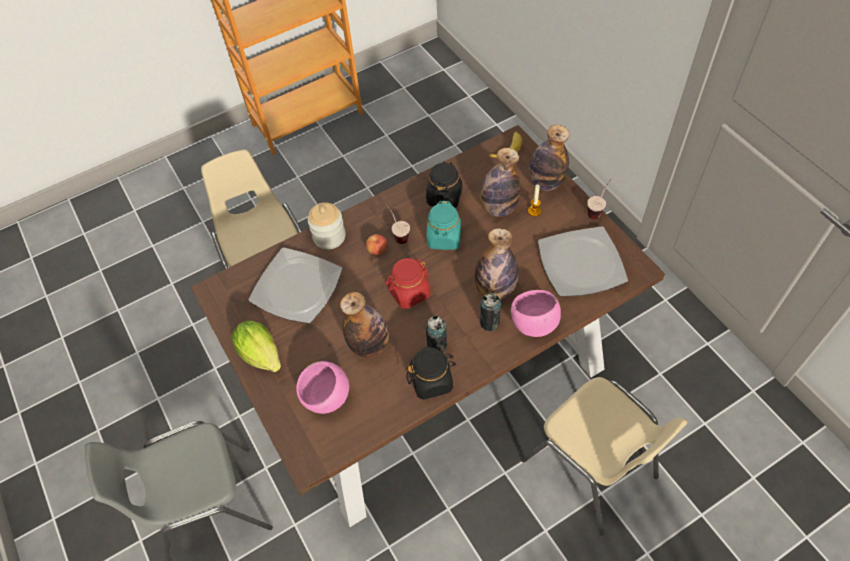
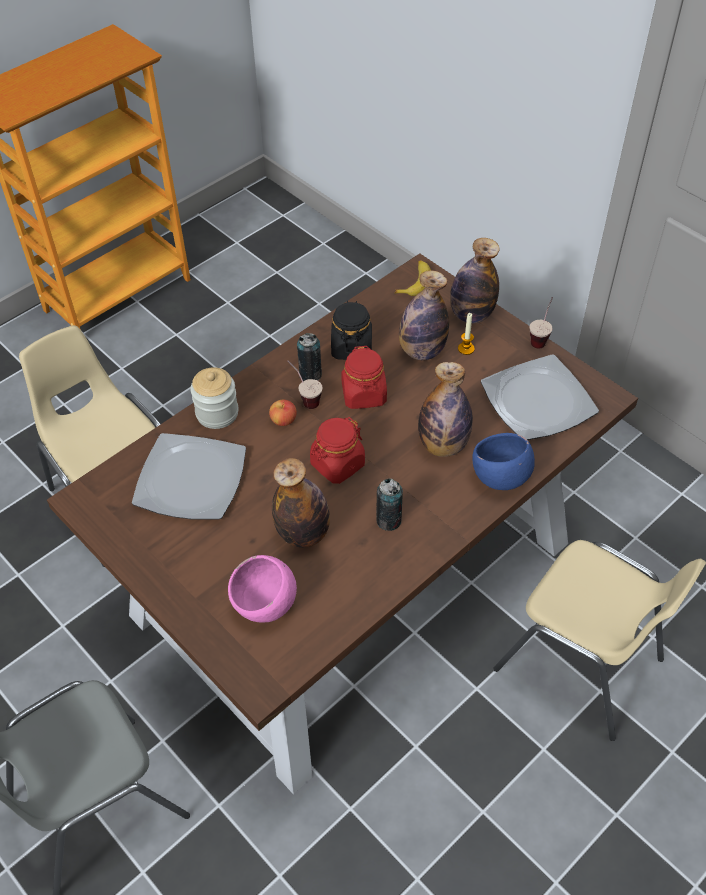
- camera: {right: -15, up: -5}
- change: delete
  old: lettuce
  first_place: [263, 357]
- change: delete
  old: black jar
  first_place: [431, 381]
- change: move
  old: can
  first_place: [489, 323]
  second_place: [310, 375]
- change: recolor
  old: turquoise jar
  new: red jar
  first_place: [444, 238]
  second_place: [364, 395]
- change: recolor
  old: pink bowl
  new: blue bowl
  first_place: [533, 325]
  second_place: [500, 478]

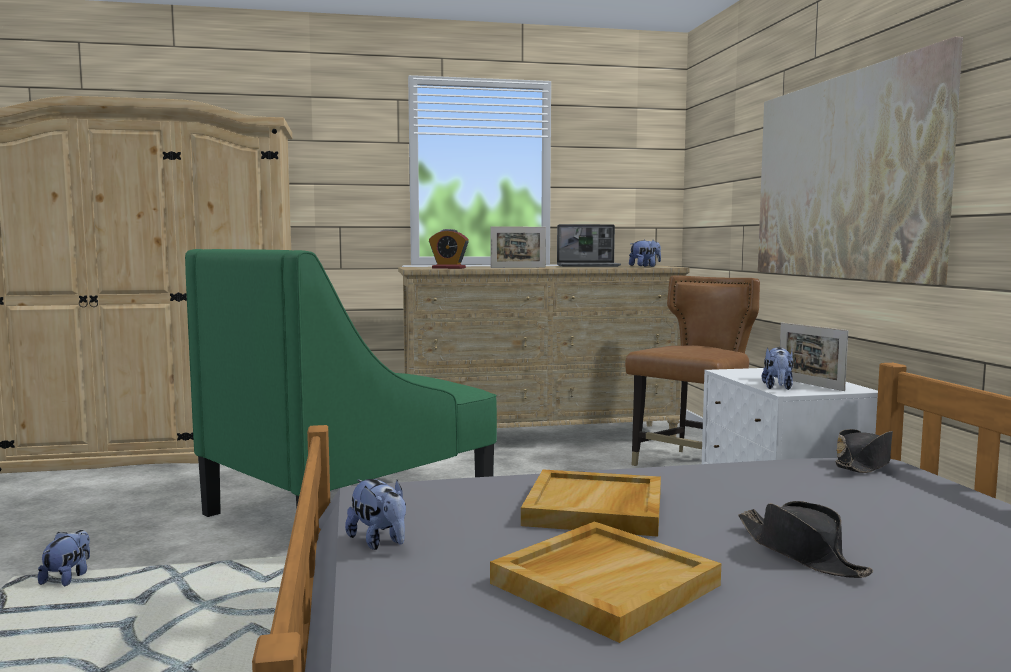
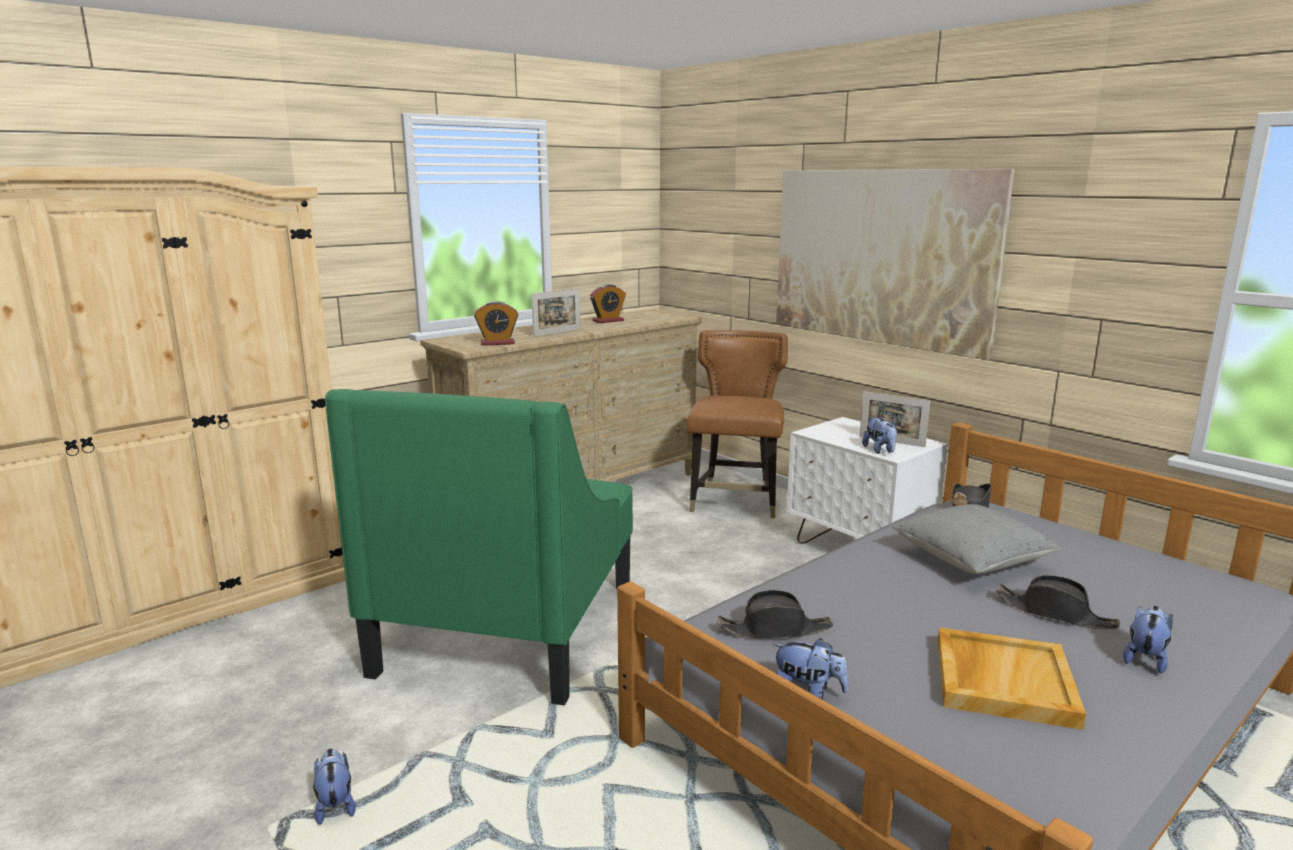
- camera: {right: -30, up: 10}
- change: delete
  old: beige tray
  first_place: [596, 509]
- change: insert
  new: black hat
  second_place: [775, 629]
- change: insert
  new: grey pillow
  second_place: [971, 560]
- change: move
  old: plush toy
  first_place: [645, 266]
  second_place: [1145, 659]
- change: replace
  old: laptop
  new: alarm clock
  first_place: [588, 266]
  second_place: [608, 321]

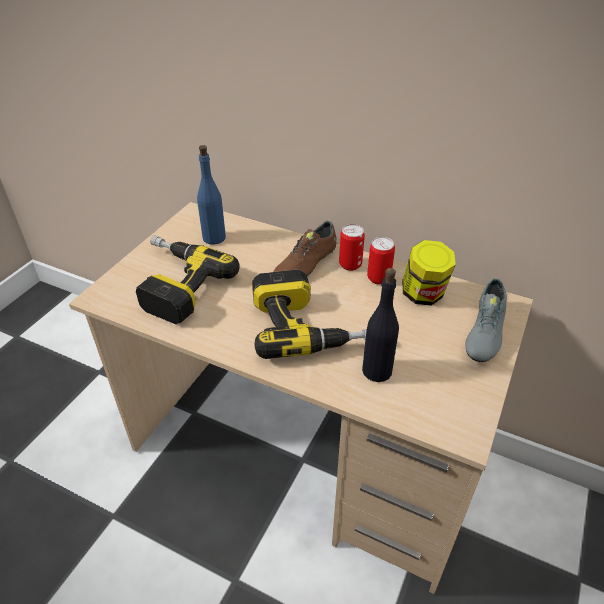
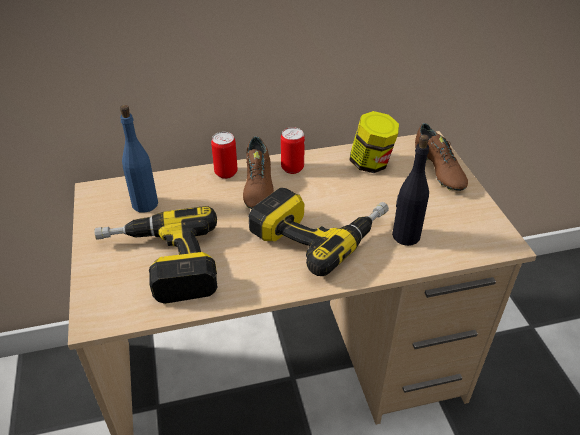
- camera: {right: -40, up: 0}
- change: move
  old: can
  first_place: [378, 278]
  second_place: [226, 173]
- change: recolor
  old: grey shoe
  new: brown shoe
  first_place: [483, 333]
  second_place: [438, 170]

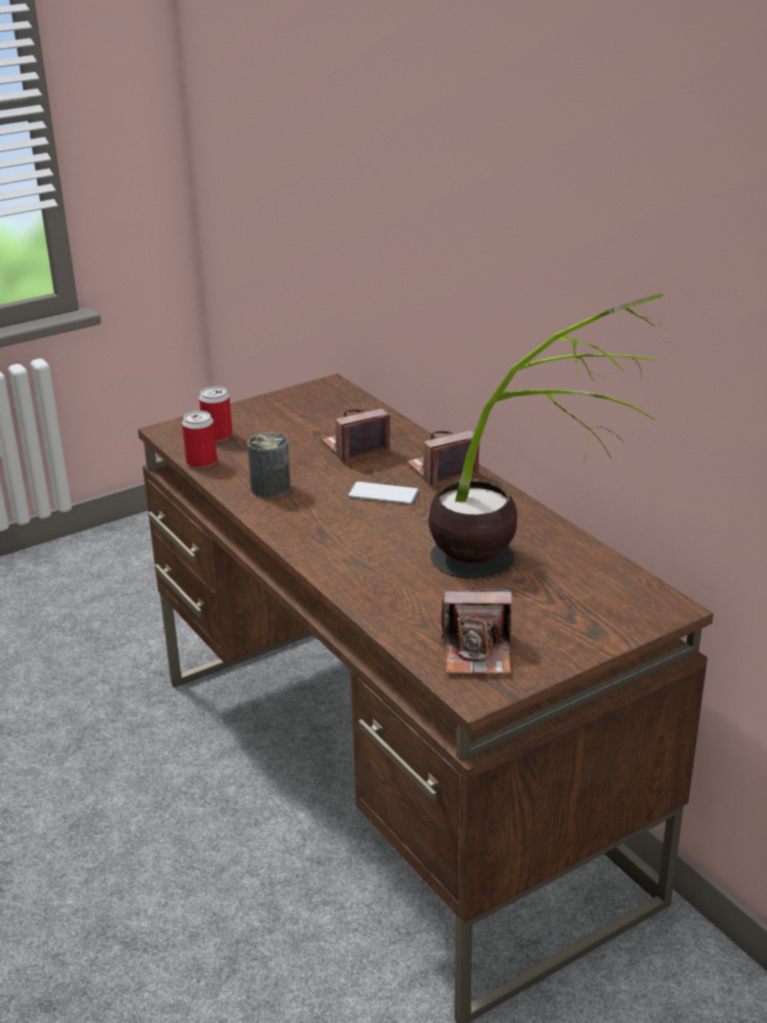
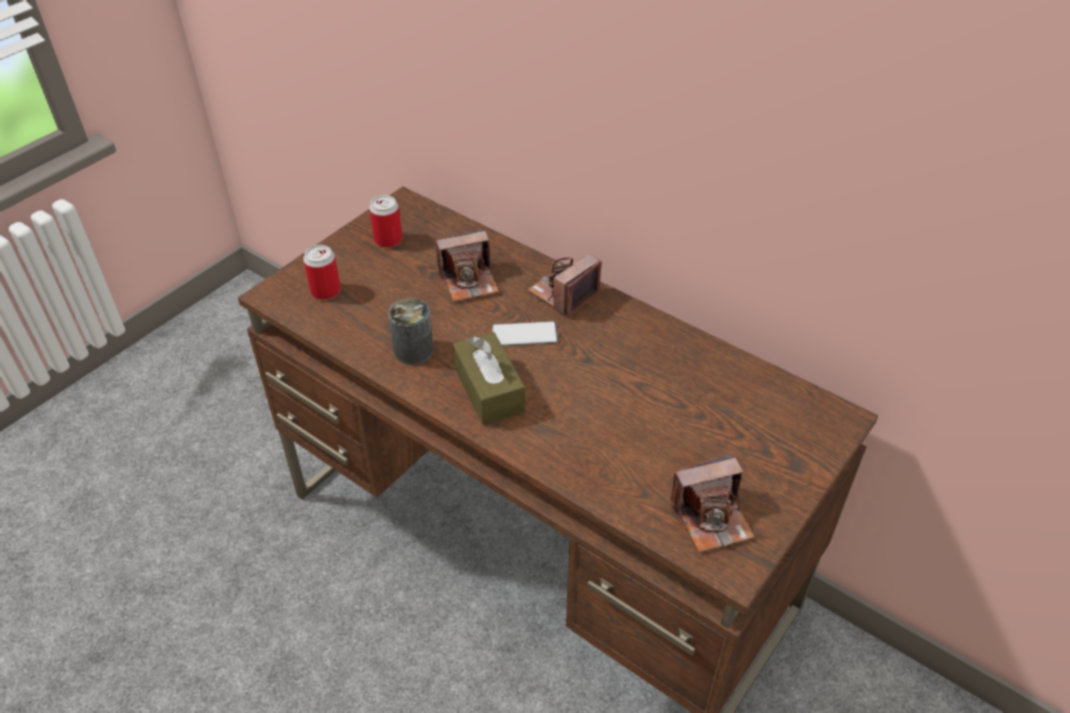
- camera: {right: -20, up: 15}
- change: delete
  old: potted plant
  first_place: [522, 565]
- change: insert
  new: brown tissue box
  second_place: [489, 390]
- change: move
  old: can
  first_place: [201, 462]
  second_place: [388, 240]
- change: rotate
  old: photo camera
  first_place: [355, 448]
  second_place: [469, 281]
  degrees: -150

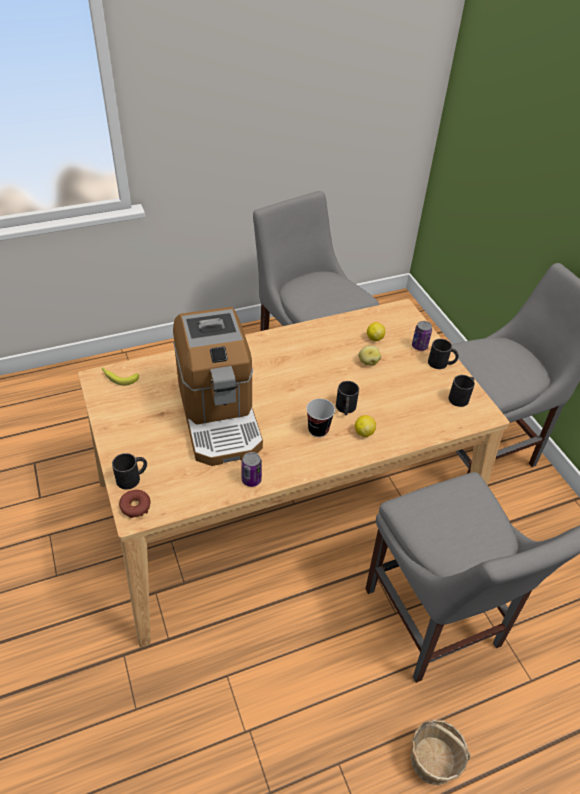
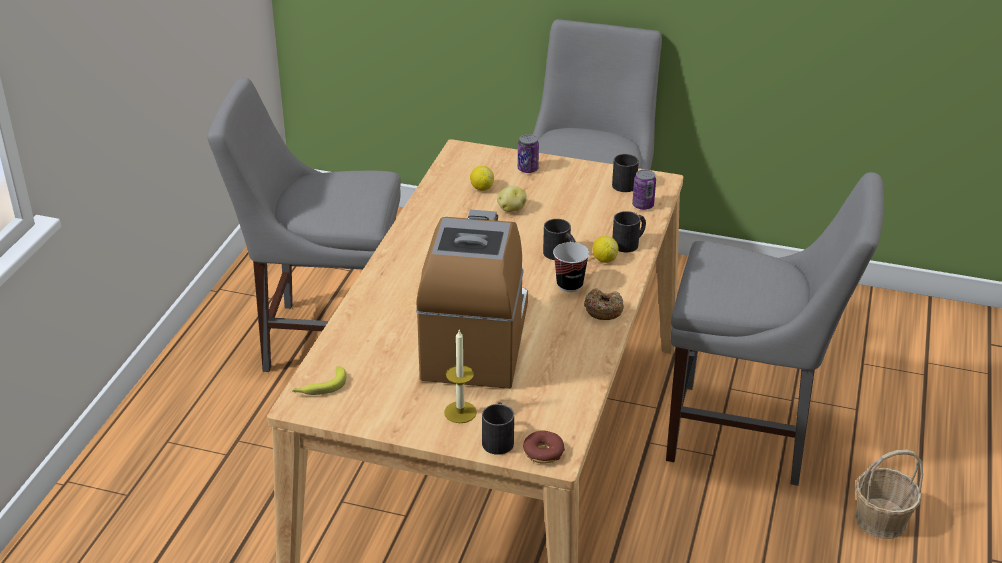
- camera: {right: -50, up: -10}
- change: insert
  new: candle
  second_place: [460, 412]
- change: insert
  new: donut
  second_place: [603, 310]
- change: move
  old: can
  first_place: [251, 480]
  second_place: [643, 205]
- change: move
  old: black mug
  first_place: [441, 363]
  second_place: [629, 243]
- change: rotate
  old: coffee machine
  first_place: [219, 416]
  second_place: [475, 340]
  degrees: -105

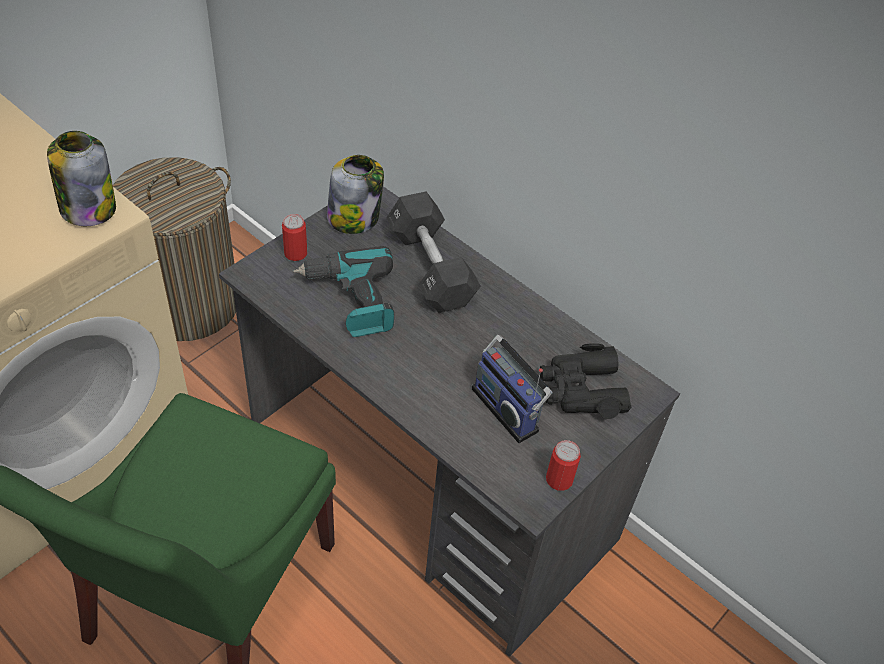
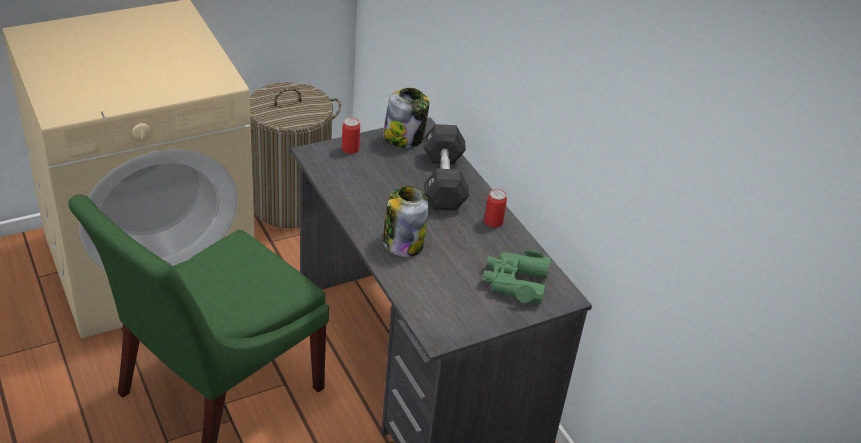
- camera: {right: 20, up: -10}
- change: delete
  old: power drill
  first_place: [351, 300]
- change: delete
  old: radio
  first_place: [508, 408]
- change: move
  old: jar
  first_place: [88, 208]
  second_place: [403, 243]
- change: move
  old: can
  first_place: [559, 479]
  second_place: [493, 222]
- change: recolor
  old: black binoculars
  new: green binoculars
  first_place: [581, 390]
  second_place: [515, 282]

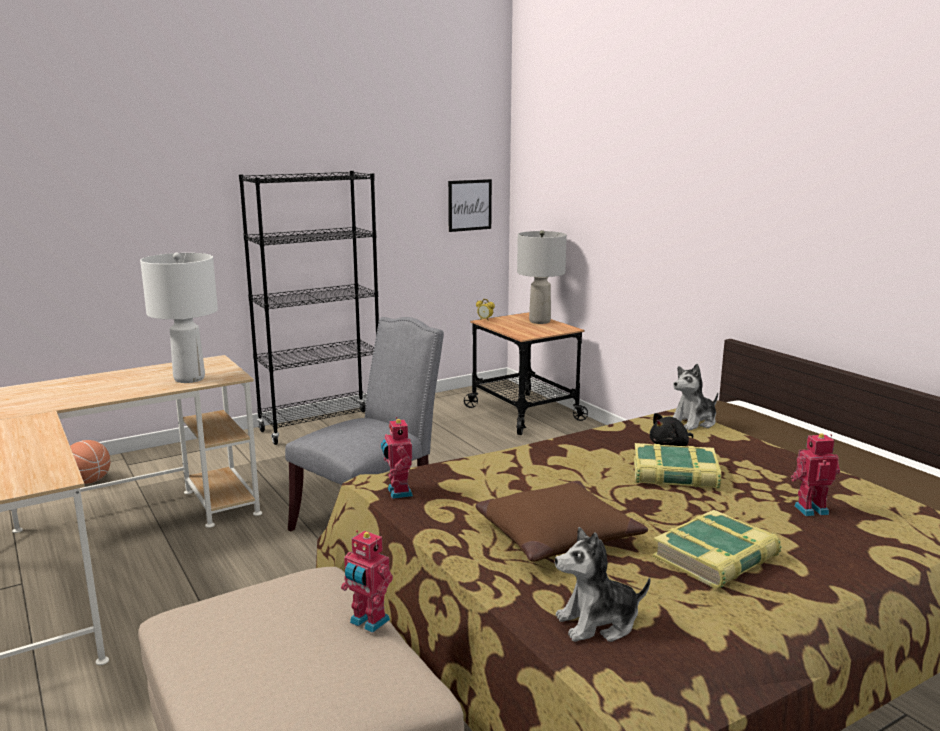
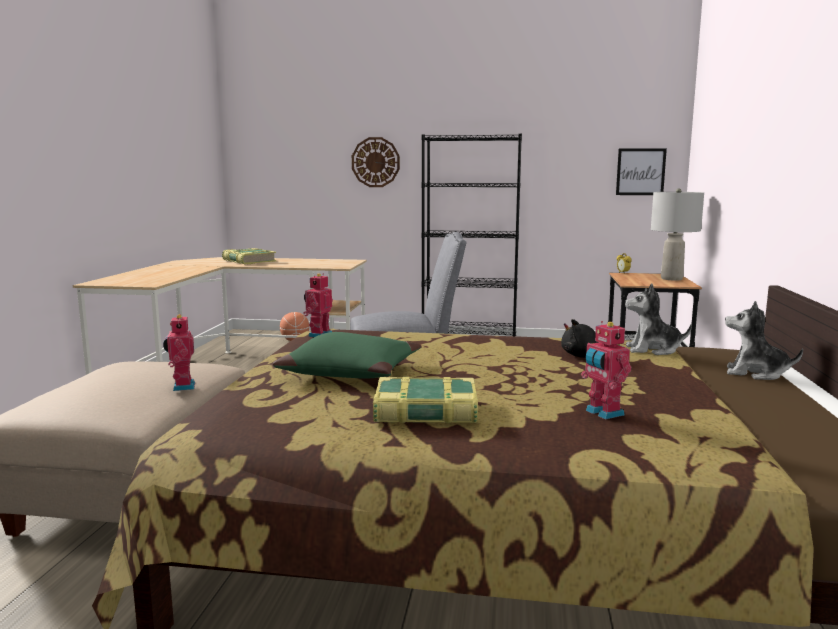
- camera: {right: 40, up: -5}
- change: delete
  old: white table lamp
  first_place: [189, 378]
- change: insert
  new: wall clock
  second_place: [375, 162]
- change: move
  old: plush toy
  first_place: [598, 623]
  second_place: [755, 373]
- change: move
  old: book
  first_place: [675, 475]
  second_place: [248, 261]
- change: recolor
  old: brown pillow
  new: green pillow
  first_place: [556, 535]
  second_place: [351, 372]
- change: rotate
  old: toy robot
  first_place: [810, 509]
  second_place: [603, 413]
  degrees: -150

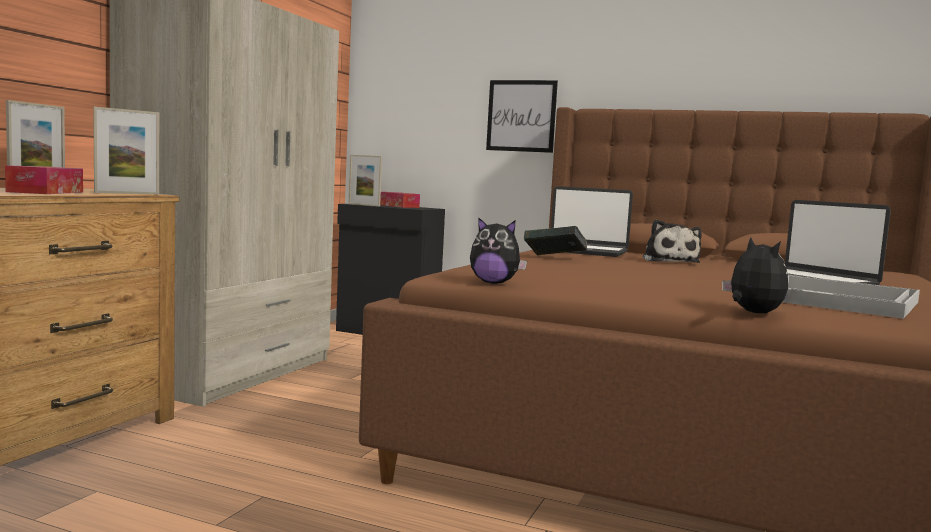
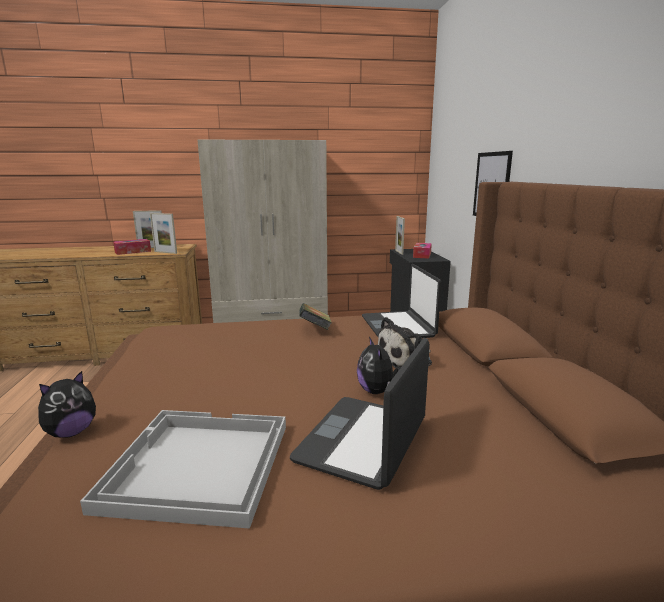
- camera: {right: 60, up: 10}
- change: move
  old: plush toy
  first_place: [494, 283]
  second_place: [377, 391]

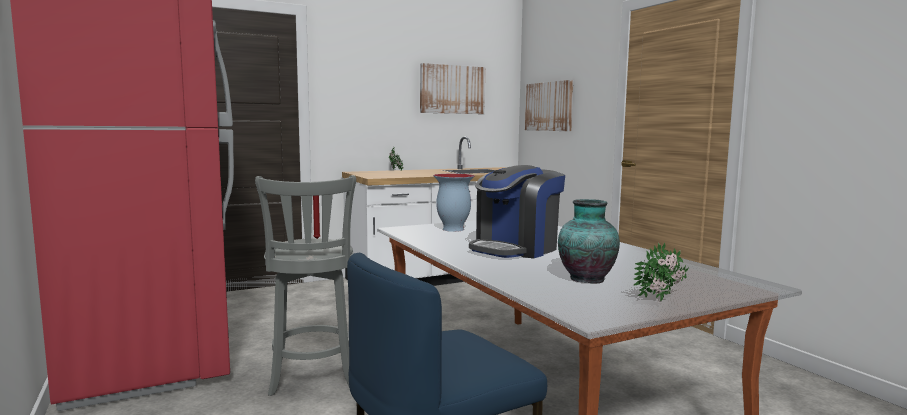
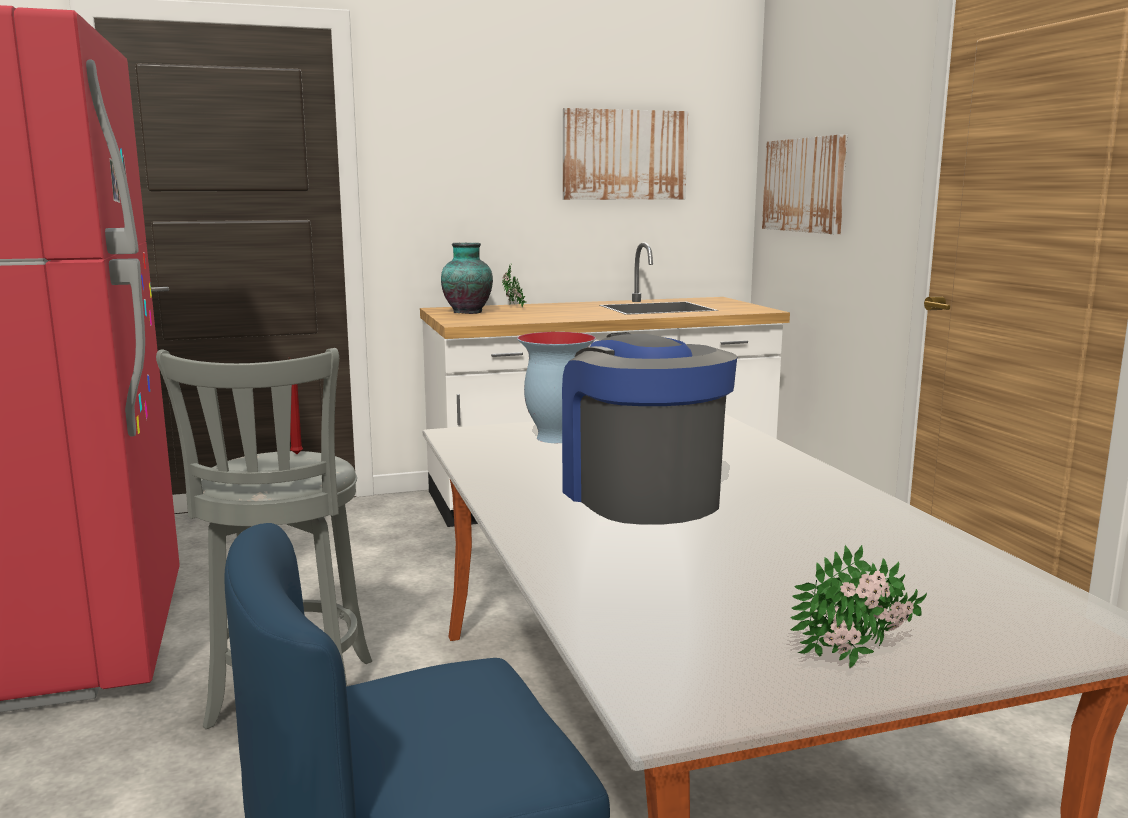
- camera: {right: 10, up: 5}
- change: move
  old: vase
  first_place: [586, 279]
  second_place: [467, 312]
- change: rotate
  old: coffee machine
  first_place: [515, 249]
  second_place: [640, 495]
  degrees: 105

